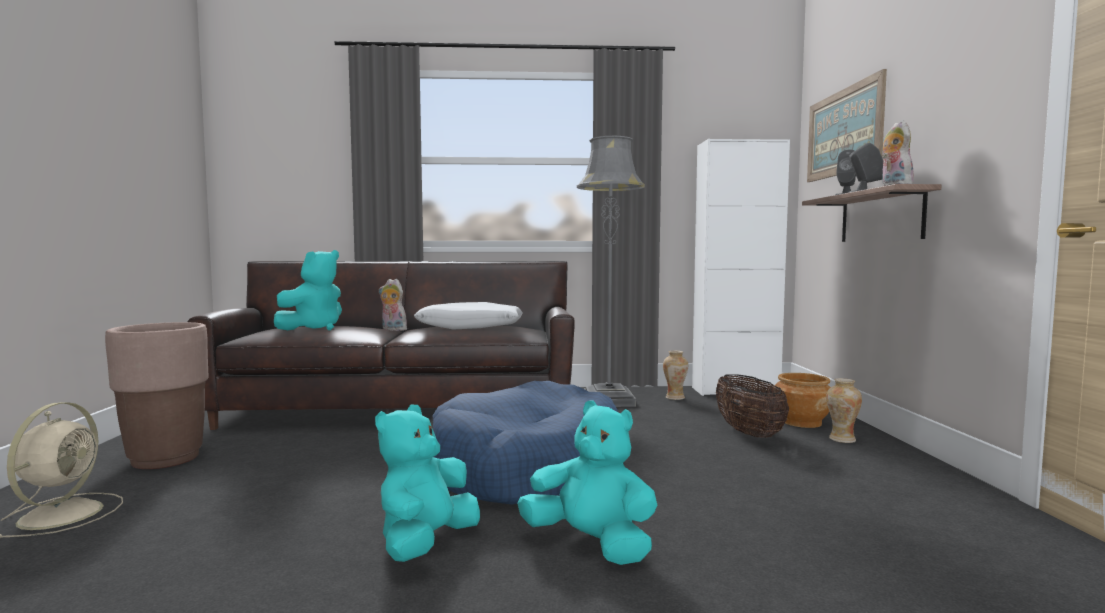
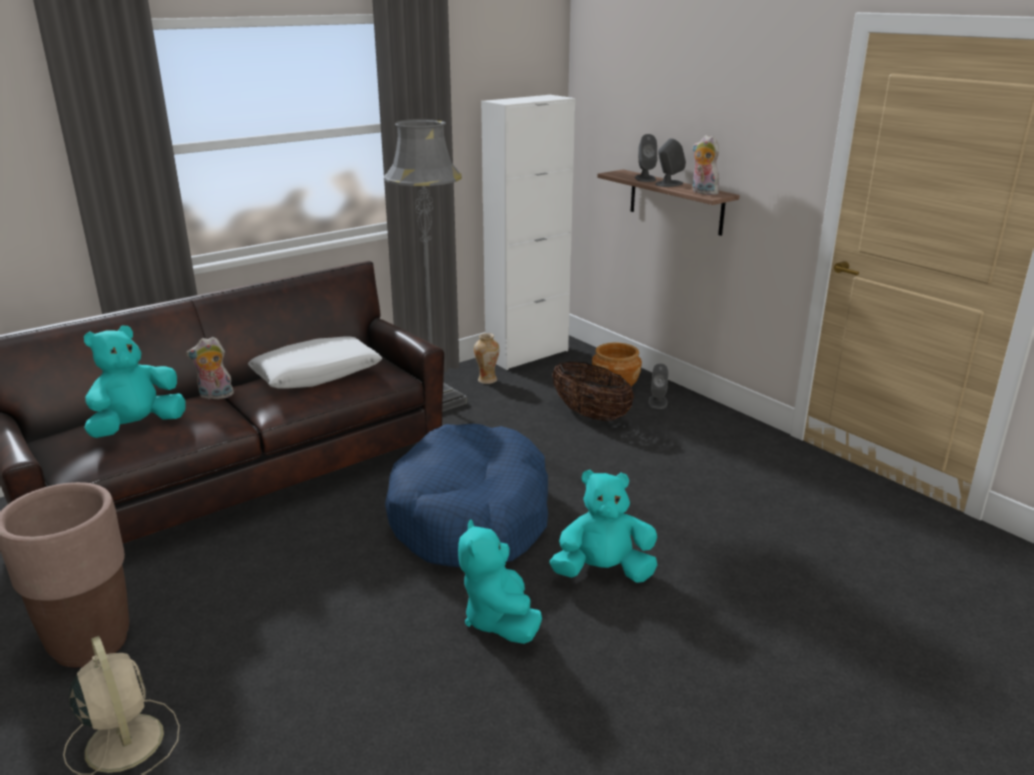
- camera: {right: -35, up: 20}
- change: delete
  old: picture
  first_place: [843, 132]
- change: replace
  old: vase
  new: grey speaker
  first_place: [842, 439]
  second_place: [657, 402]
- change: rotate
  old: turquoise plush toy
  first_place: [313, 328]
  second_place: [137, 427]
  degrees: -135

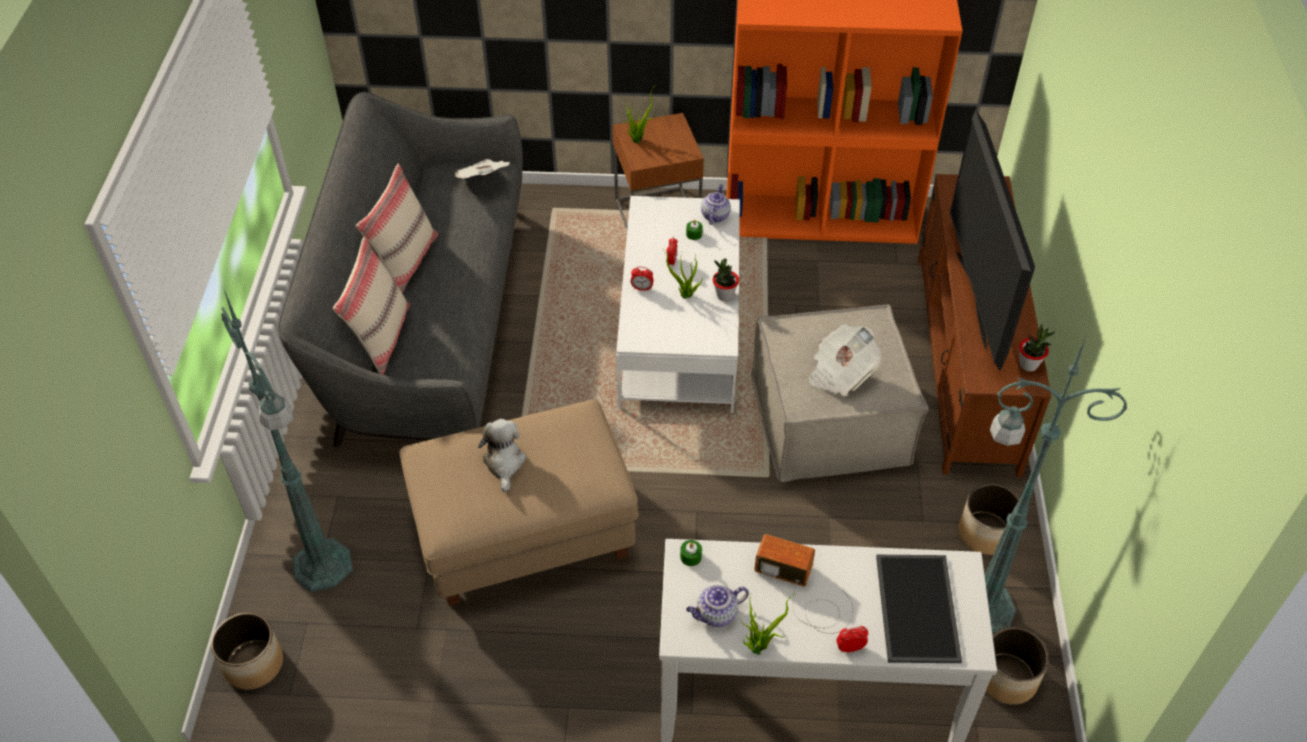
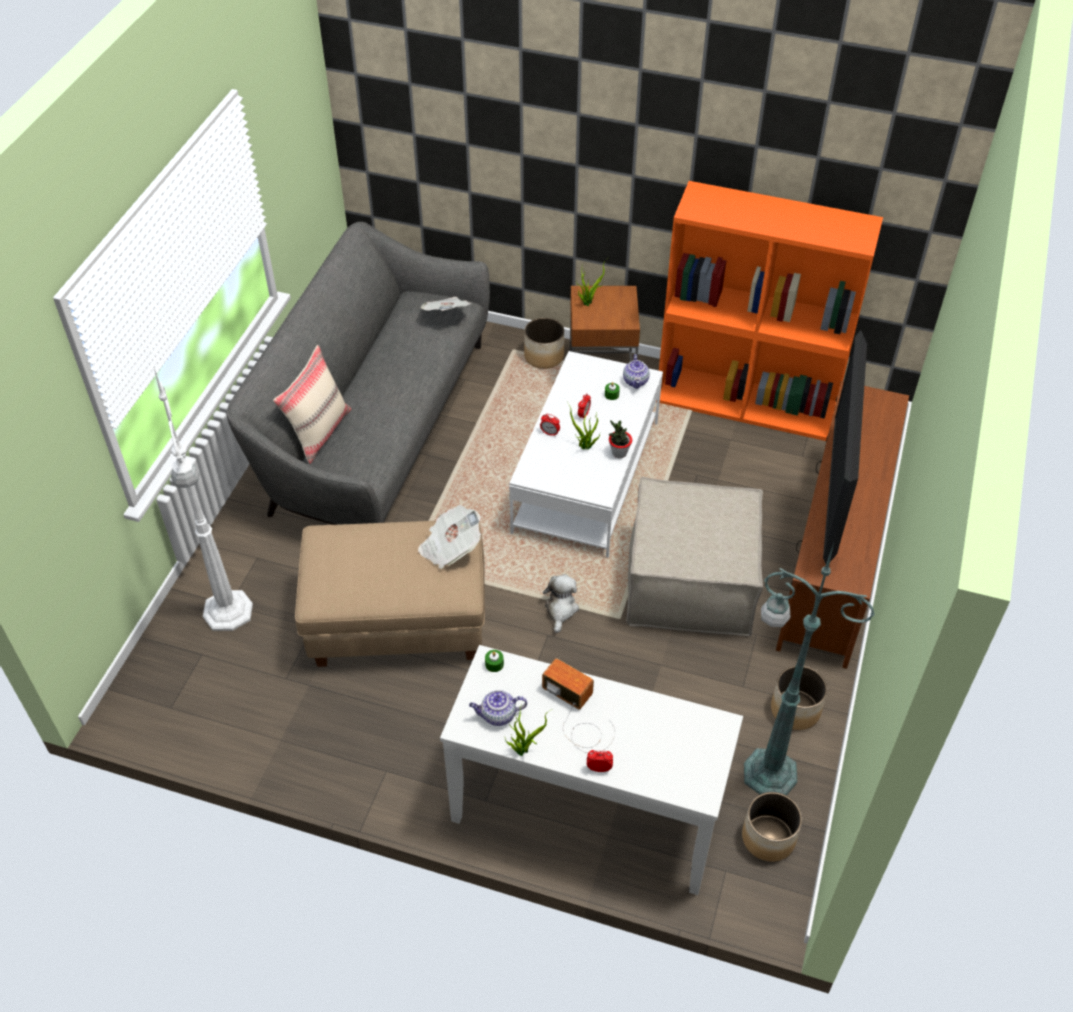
- camera: {right: 15, up: 0}
- change: delete
  old: beige pillow
  first_place: [406, 261]
- change: delete
  old: tray
  first_place: [919, 609]
- change: delete
  old: potted plant
  first_place: [1028, 365]
- change: move
  old: planter
  first_place: [254, 663]
  second_place: [544, 356]
- change: move
  old: plush toy
  first_place: [504, 463]
  second_place: [560, 609]
- change: move
  old: newspaper
  first_place: [840, 372]
  second_place: [450, 547]
- change: recolor
  old: green floor lamp
  new: white floor lamp
  first_place: [324, 568]
  second_place: [228, 613]
- change: rotate
  old: teapot
  first_place: [715, 215]
  second_place: [636, 381]
  degrees: 150

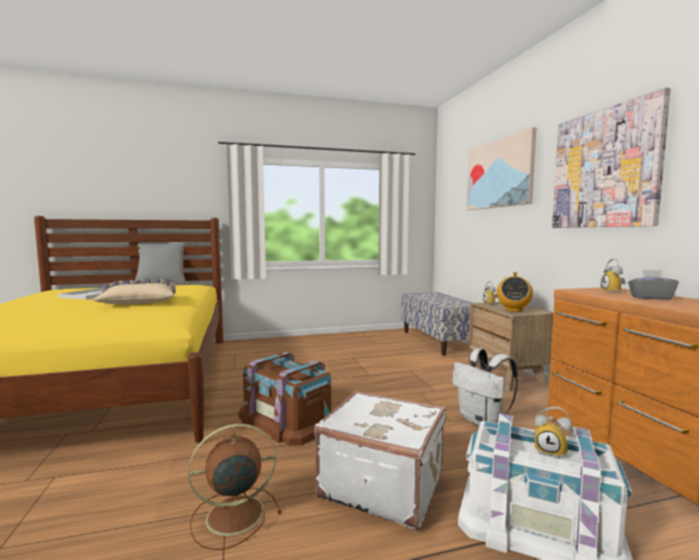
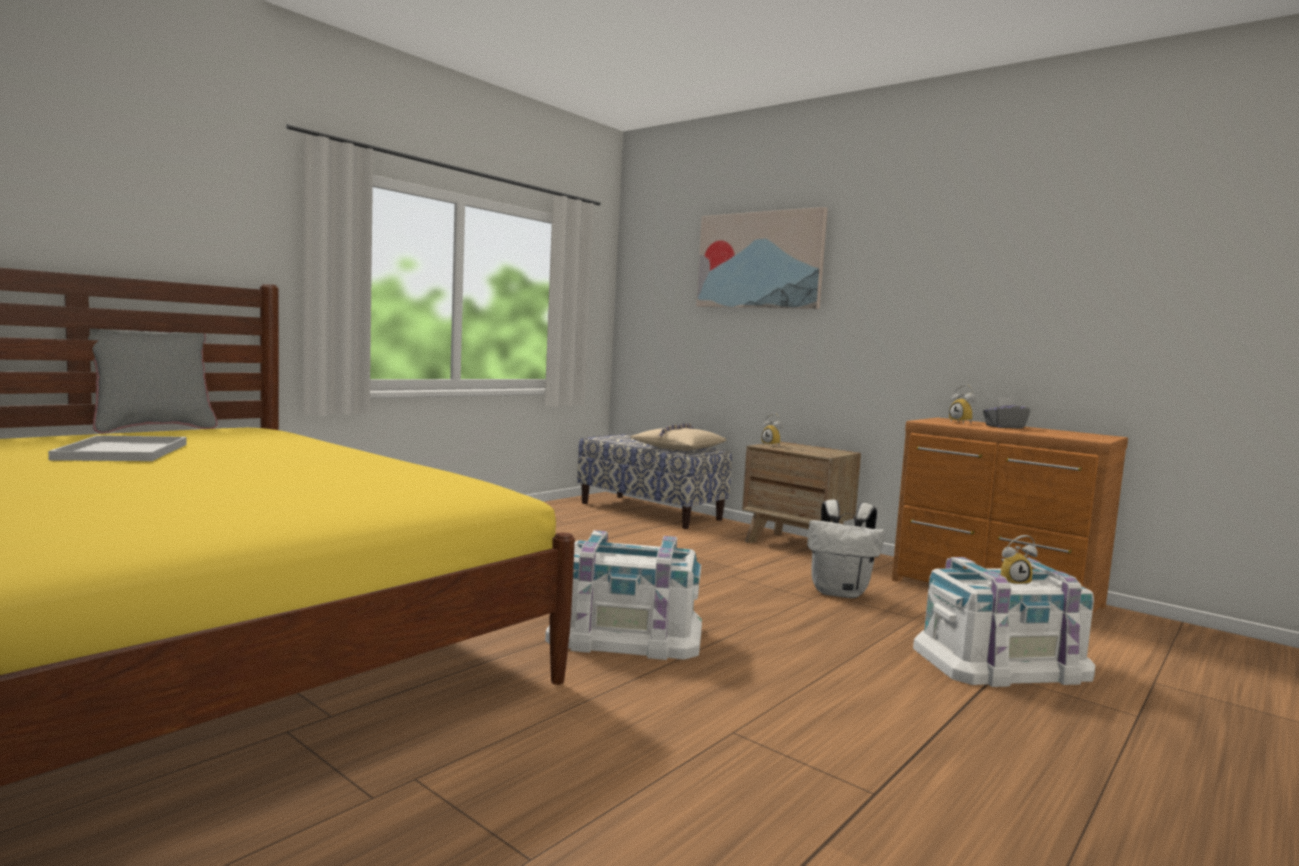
- camera: {right: -35, up: 0}
- change: delete
  old: brown fan
  first_place: [232, 515]
- change: delete
  old: white suitcase
  first_place: [382, 484]
- change: delete
  old: radio
  first_place: [513, 310]
- change: delete
  old: picture
  first_place: [605, 168]
- change: move
  old: beige pillow
  first_place: [139, 301]
  second_place: [678, 448]
- change: recolor
  old: brown storage box
  new: white storage box
  first_place: [287, 419]
  second_place: [626, 634]

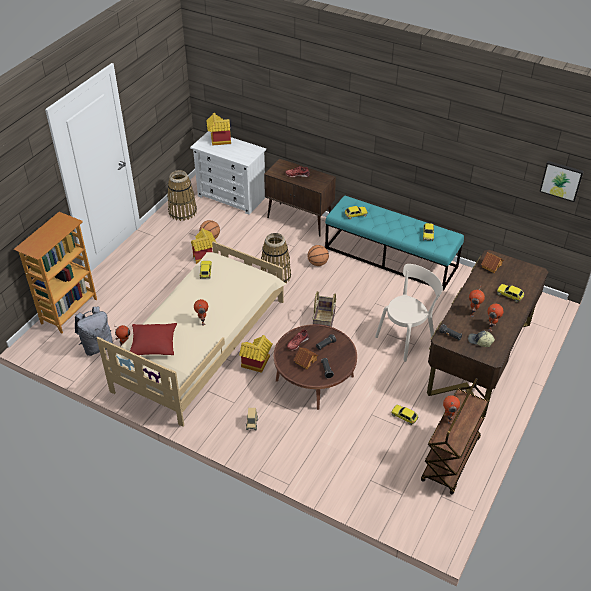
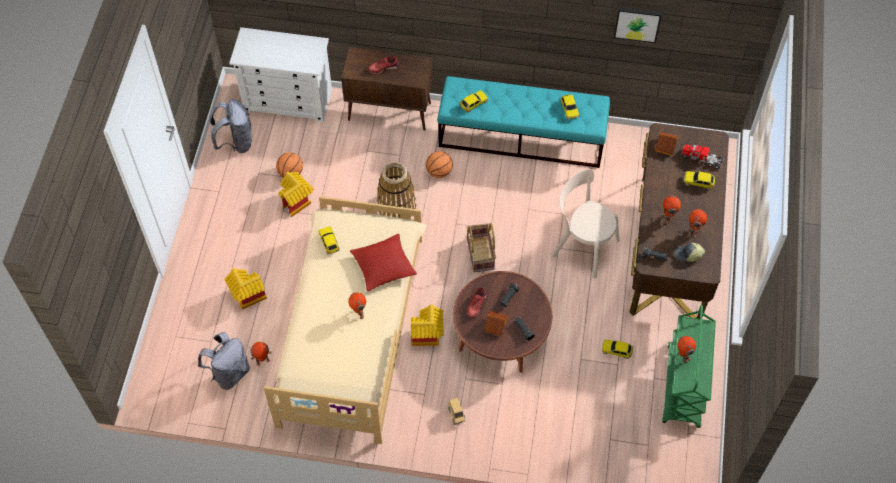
- camera: {right: -20, up: 15}
- change: delete
  old: bookcase
  first_place: [69, 311]
- change: insert
  new: toy truck
  second_place: [702, 158]
- change: move
  old: red pillow
  first_place: [153, 344]
  second_place: [383, 266]
- change: move
  old: toy house
  first_place: [218, 140]
  second_place: [246, 297]
- change: move
  old: picture
  first_place: [561, 180]
  second_place: [637, 23]
- change: replace
  old: basket
  new: grey backpack
  first_place: [182, 211]
  second_place: [236, 142]
- change: recolor
  old: brown cart
  new: green cart
  first_place: [451, 460]
  second_place: [683, 387]
- change: rotate
  old: beige chair
  first_place: [407, 338]
  second_place: [582, 246]
  degrees: -90

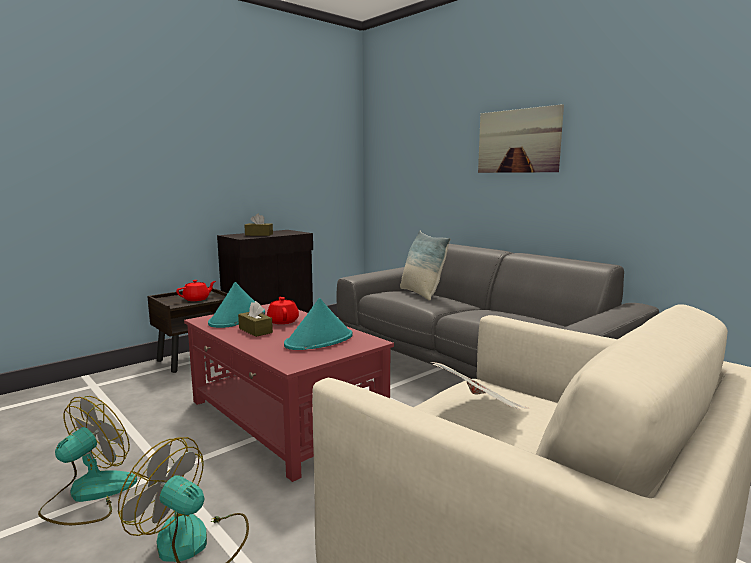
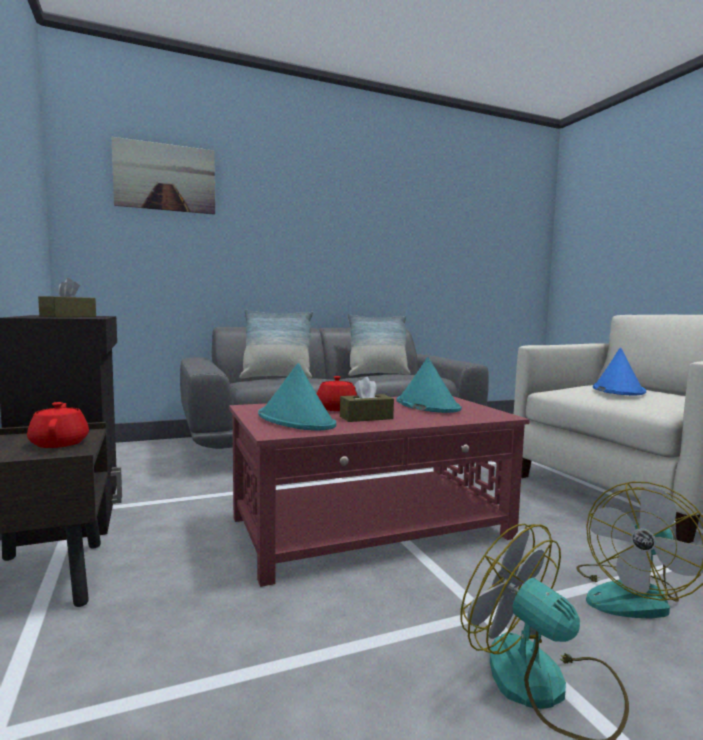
- camera: {right: -70, up: -5}
- change: insert
  new: pillow
  second_place: [377, 374]
- change: move
  old: picture
  first_place: [518, 141]
  second_place: [165, 177]
- change: replace
  old: newspaper
  new: blue hat
  first_place: [479, 411]
  second_place: [617, 390]

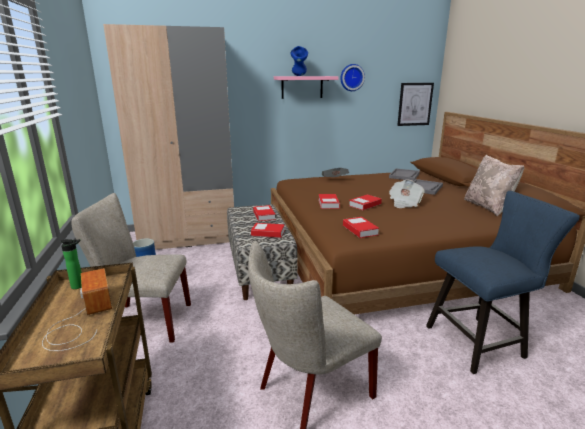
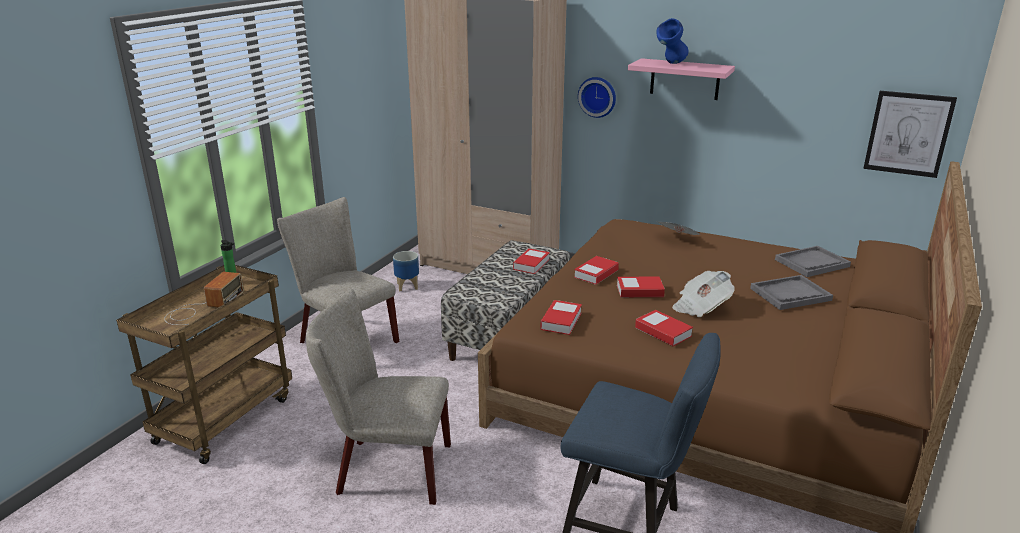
- camera: {right: 40, up: 5}
- change: delete
  old: beige pillow
  first_place: [488, 207]
- change: move
  old: book
  first_place: [268, 233]
  second_place: [663, 332]
- change: move
  old: wall clock
  first_place: [351, 77]
  second_place: [597, 96]

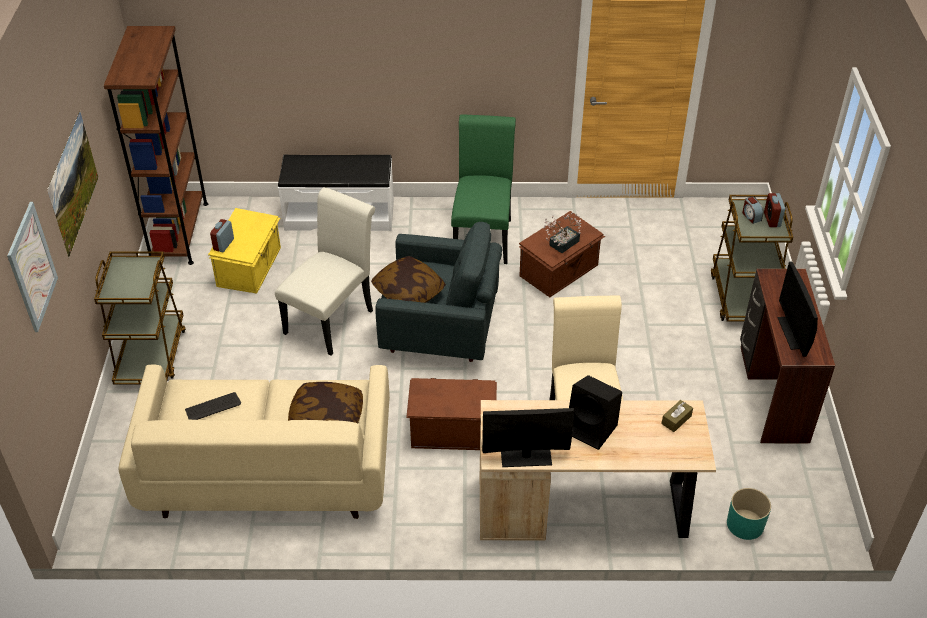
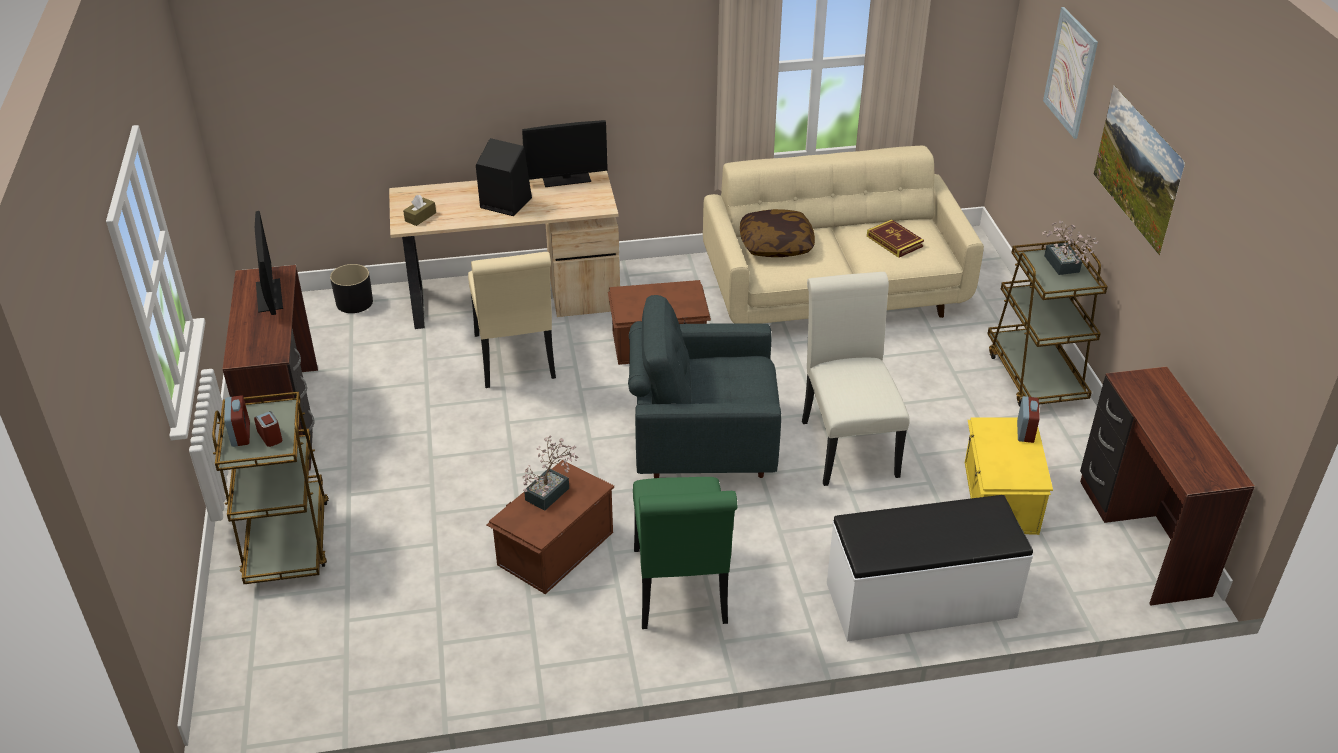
- camera: {right: 170, up: -5}
- change: delete
  old: pillow
  first_place: [408, 292]
- change: insert
  new: potted plant
  second_place: [1063, 266]
- change: replace
  old: brown bookcase
  new: brown desk
  first_place: [179, 232]
  second_place: [1140, 537]
- change: replace
  old: keyboard
  new: book
  first_place: [213, 407]
  second_place: [894, 241]
- change: recolor
  old: turquoise planter
  new: black planter
  first_place: [745, 524]
  second_place: [354, 302]
- change: rotate
  old: white chair
  first_place: [333, 318]
  second_place: [847, 443]
  degrees: 150

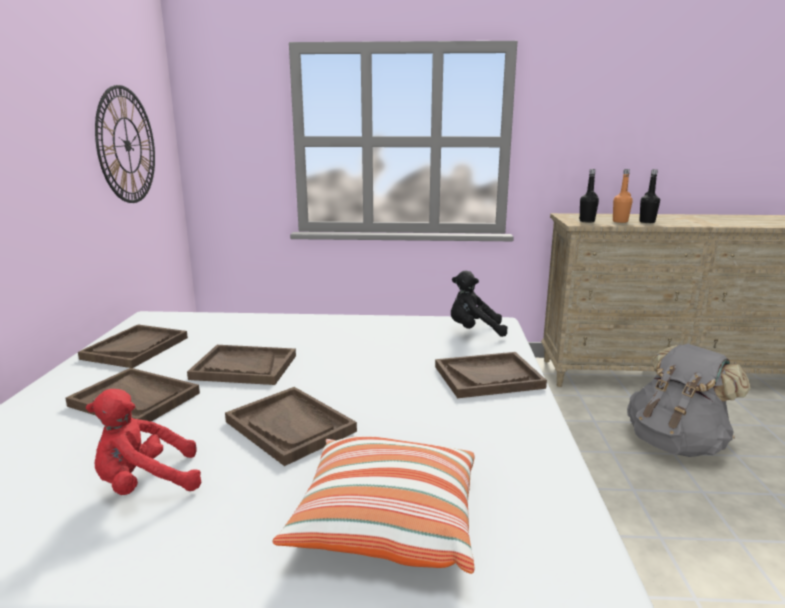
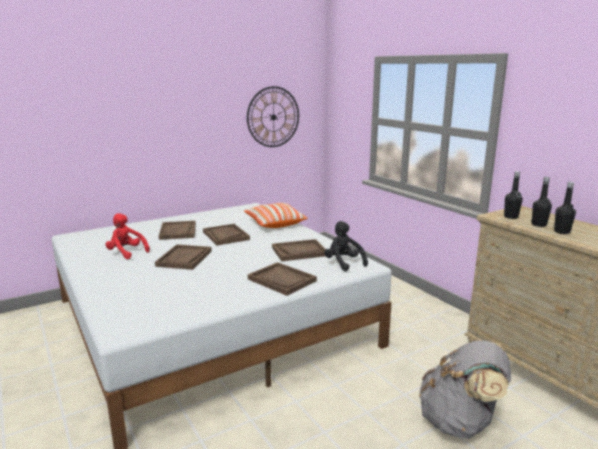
- camera: {right: 55, up: 0}
- change: move
  old: brown tray
  first_place: [135, 348]
  second_place: [299, 251]
- change: move
  old: pillow
  first_place: [386, 523]
  second_place: [274, 224]
- change: recolor
  old: orange bottle
  new: black bottle
  first_place: [620, 221]
  second_place: [539, 225]

